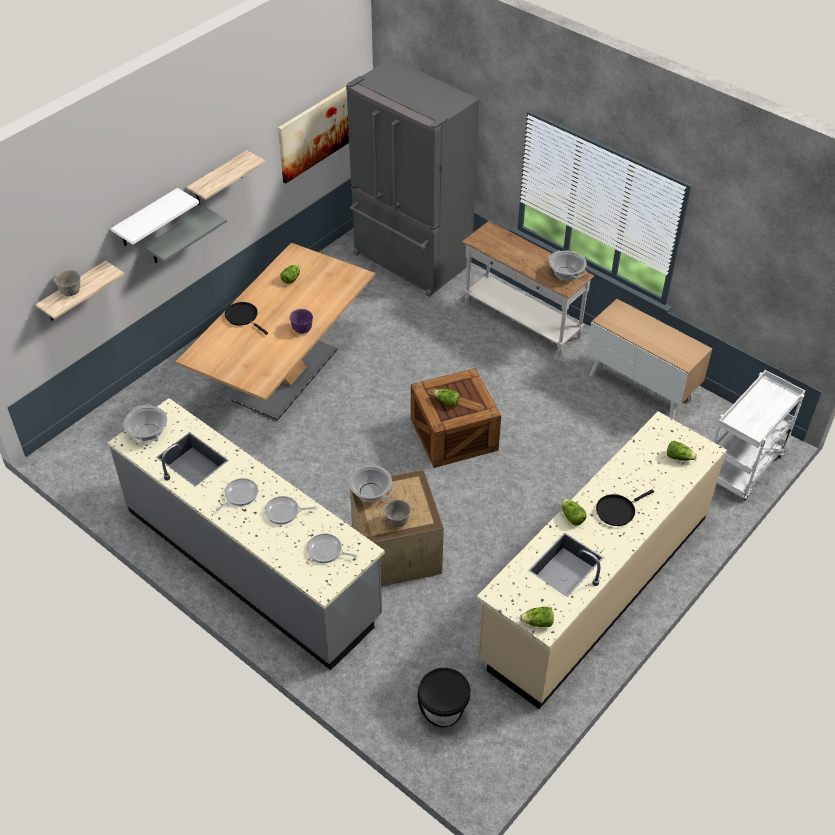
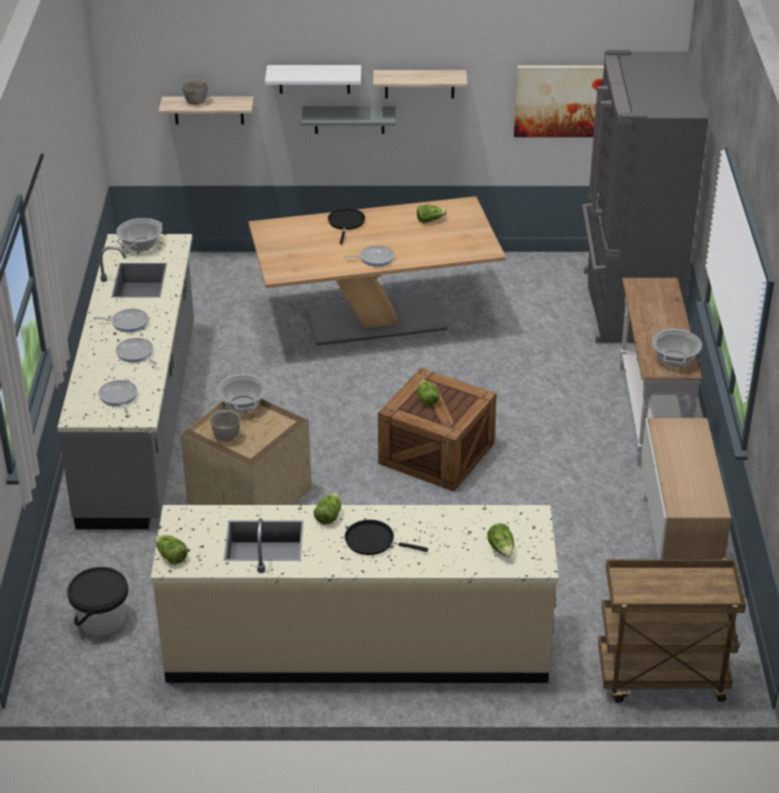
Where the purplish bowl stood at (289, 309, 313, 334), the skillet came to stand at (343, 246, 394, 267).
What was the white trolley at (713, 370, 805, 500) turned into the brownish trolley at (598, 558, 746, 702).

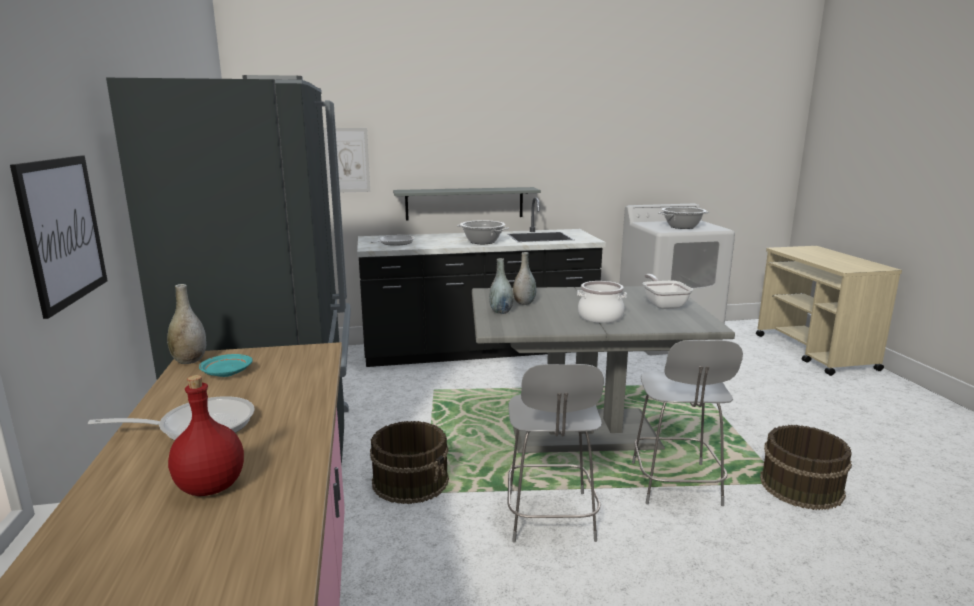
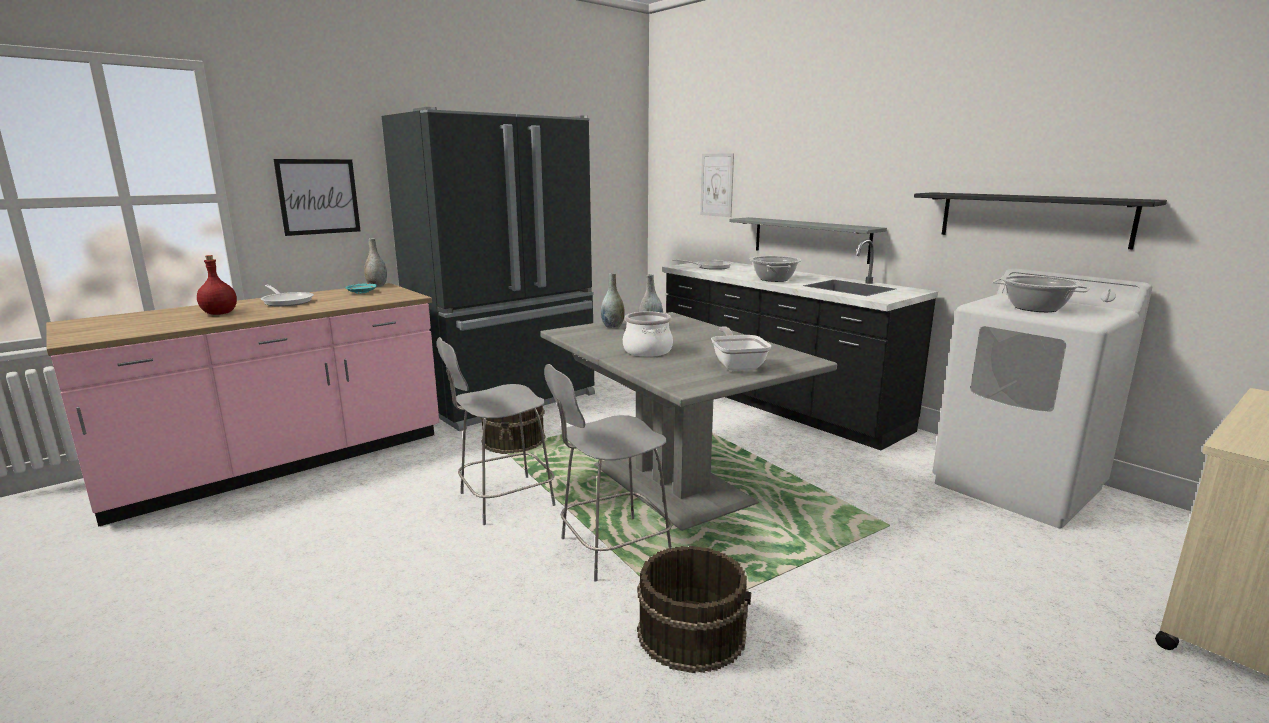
The skillet at (642, 274, 693, 309) ended up facing another way, 60 degrees counterclockwise from before.
The second view gained the black-coloured wall shelf at (914, 192, 1167, 250).

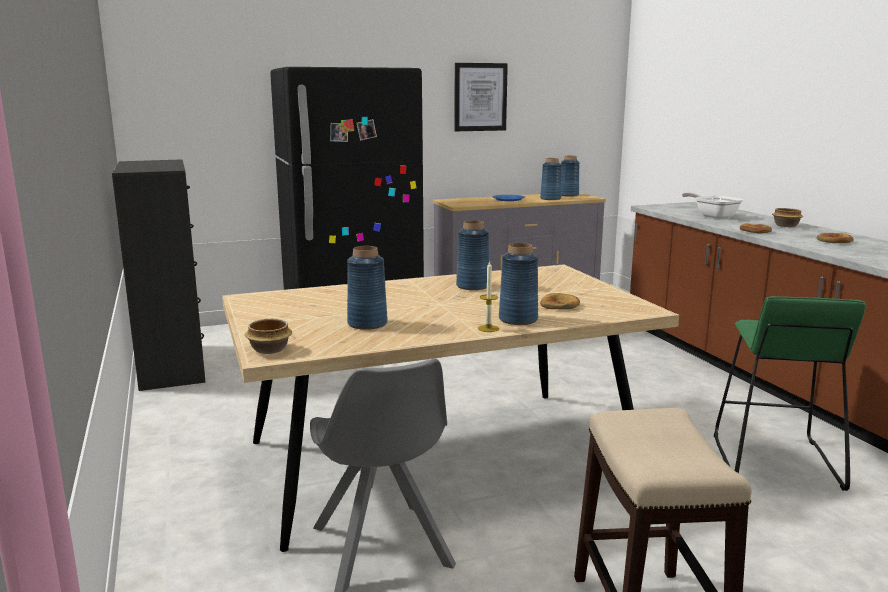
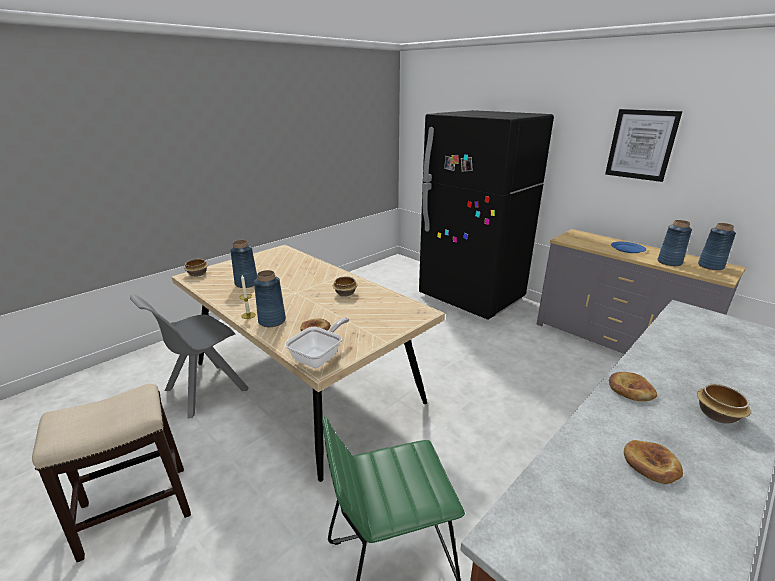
The second view lost the black-coloured drawer chest at (112, 159, 206, 391).
The skillet ended up elsewhere, having gone from (682, 192, 743, 219) to (285, 318, 349, 368).
Where the blue decorative vase stood at (456, 220, 489, 290), the bowl came to stand at (333, 276, 358, 297).

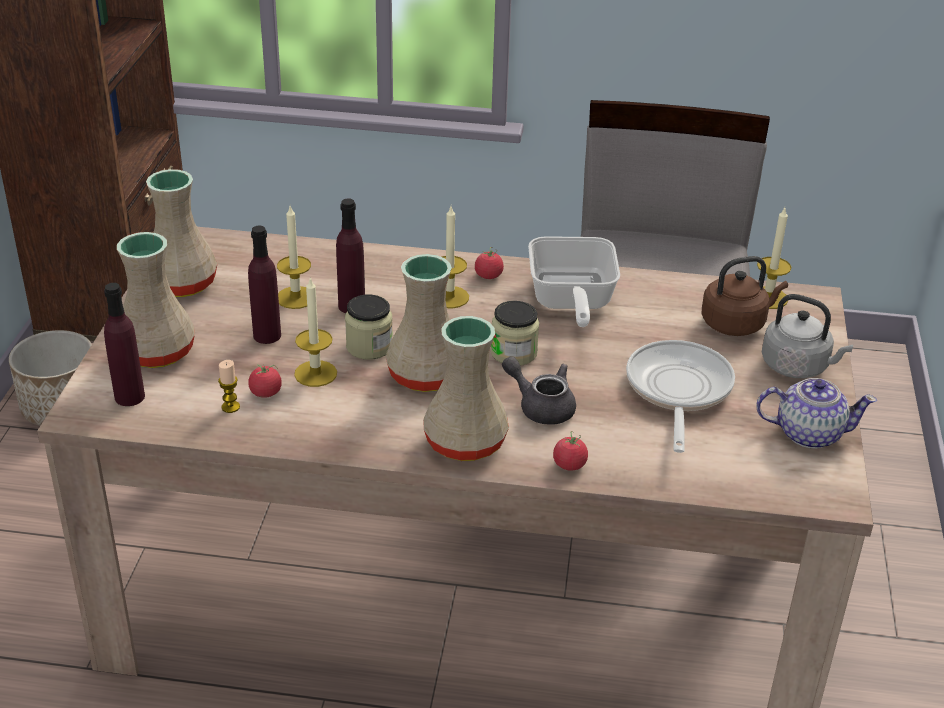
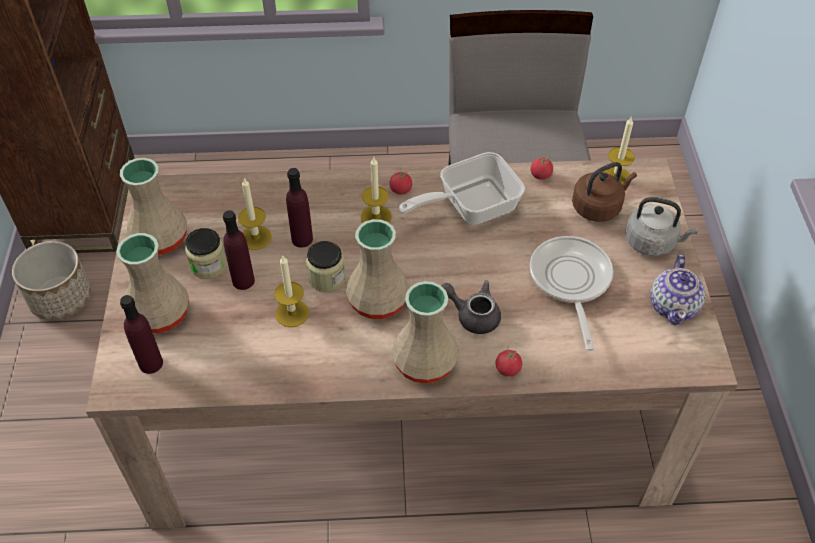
The skillet at (528, 236, 620, 327) ended up facing another way, 75 degrees clockwise from before.
The storage jar ended up elsewhere, having gone from (491, 301, 539, 366) to (185, 228, 227, 279).
The second view lost the wax light at (218, 360, 240, 413).
The whole tomato ended up elsewhere, having gone from (248, 364, 282, 398) to (531, 157, 553, 180).
The tea pot at (756, 378, 877, 448) ended up facing another way, 105 degrees clockwise from before.

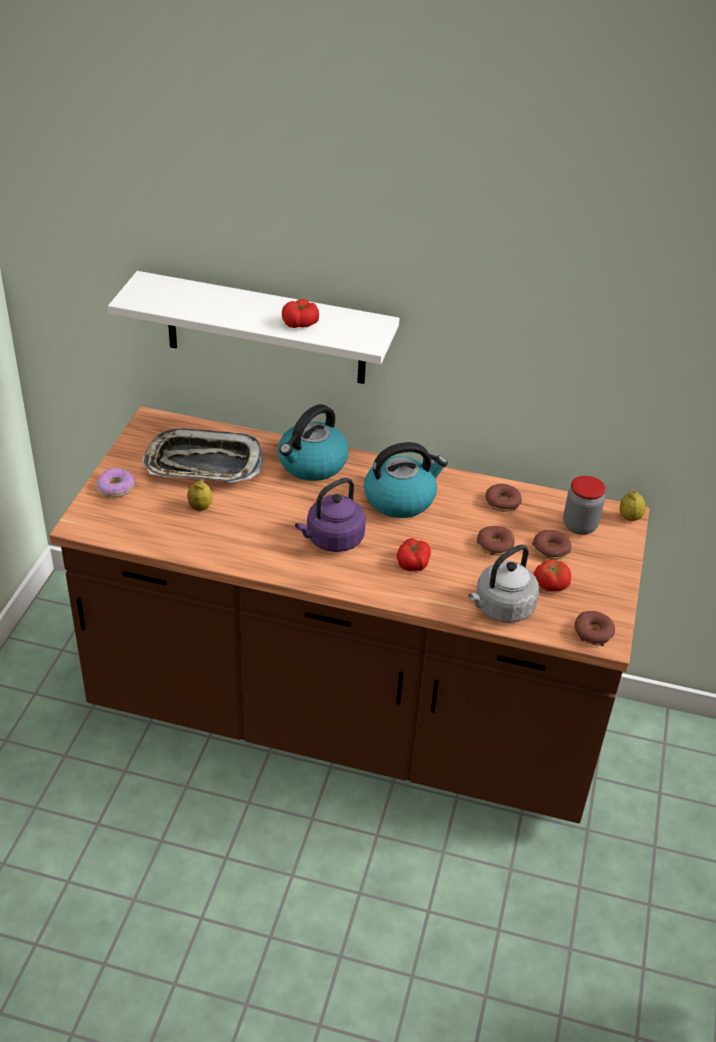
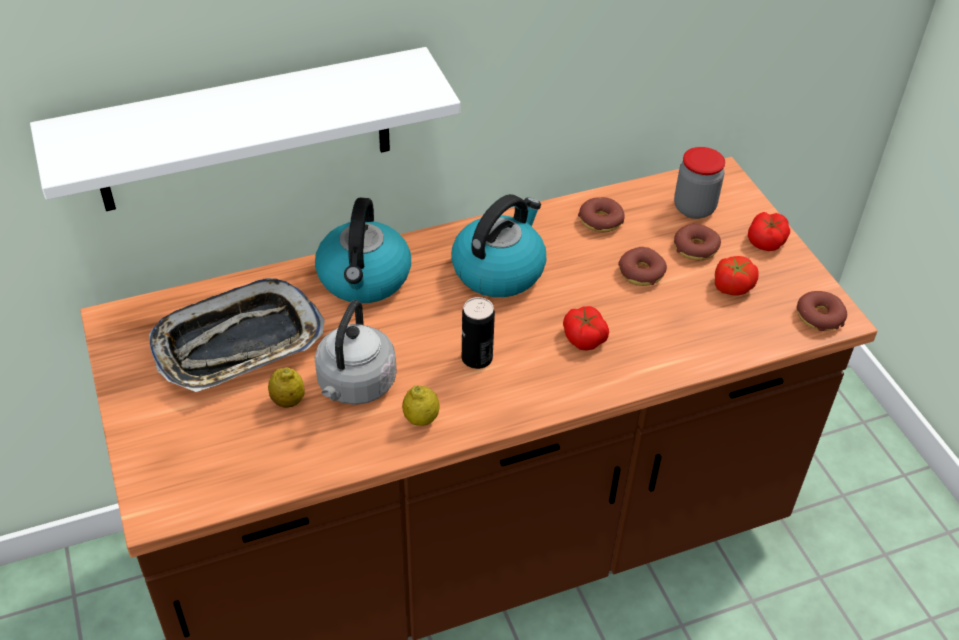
The whole tomato ended up elsewhere, having gone from (282, 299, 319, 328) to (748, 212, 790, 251).
The second view lost the donut at (97, 468, 135, 498).
Where the purplish tea kettle stood at (295, 478, 366, 552), the can came to stand at (462, 297, 495, 369).
The whole lemon ended up elsewhere, having gone from (620, 490, 646, 521) to (402, 385, 439, 426).
The gray tea kettle ended up elsewhere, having gone from (468, 545, 539, 623) to (315, 300, 397, 405).

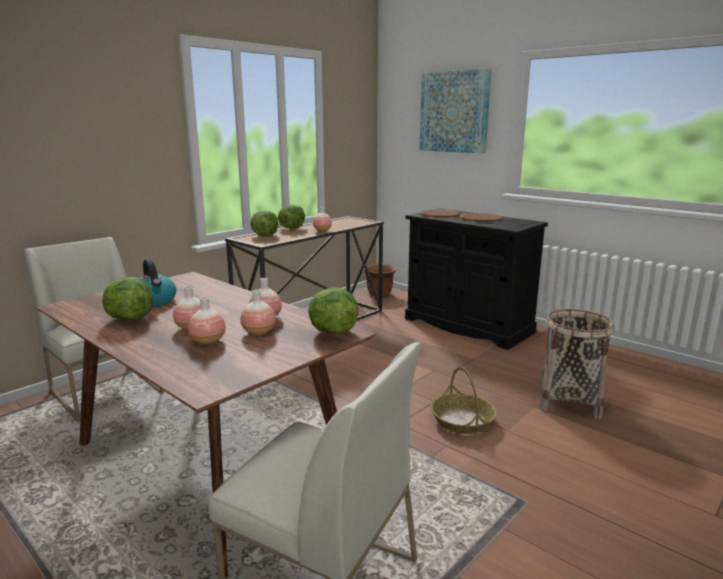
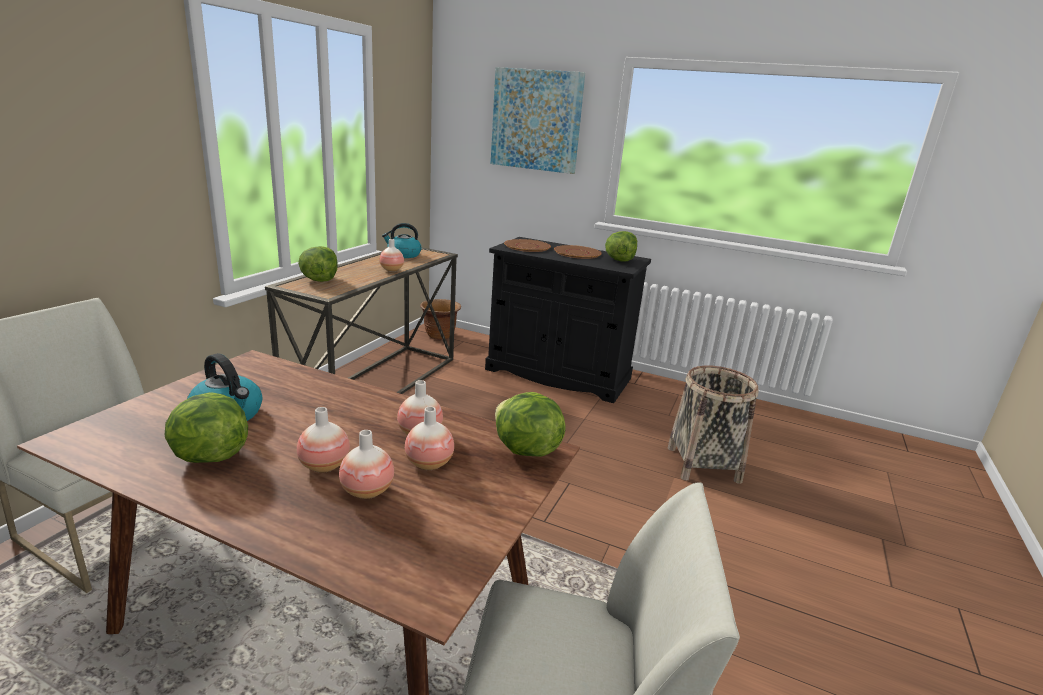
The head of lettuce ended up elsewhere, having gone from (278, 204, 305, 229) to (605, 231, 637, 261).
The second view lost the household basket at (430, 367, 497, 434).
The second view gained the tea kettle at (382, 223, 422, 258).

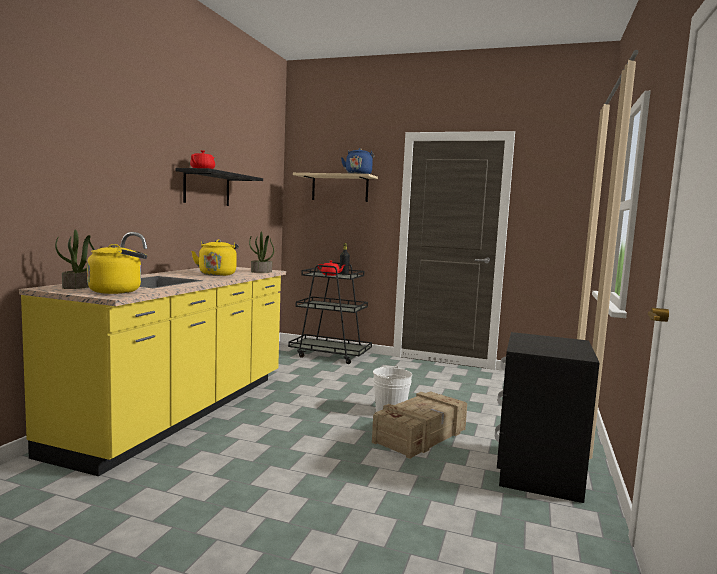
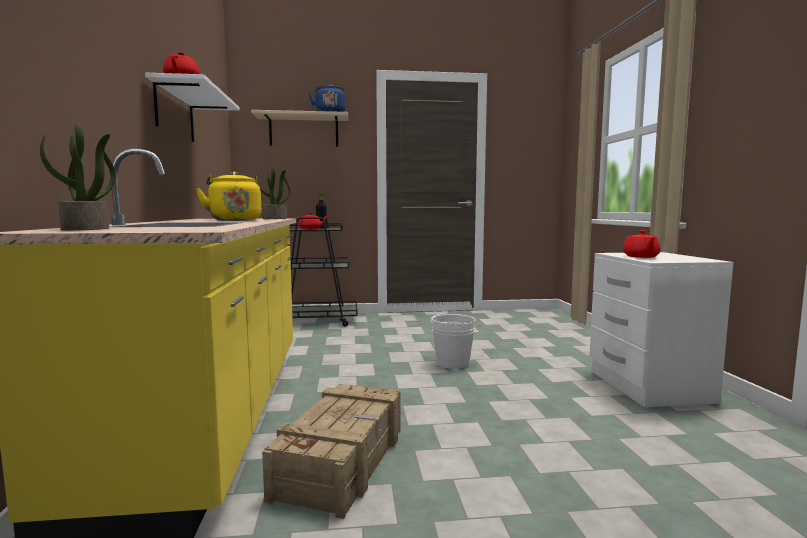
What was the black-coloured wall shelf at (175, 168, 263, 206) turned into the white wall shelf at (145, 73, 240, 142).
The second view lost the yellow-coloured tea kettle at (87, 244, 147, 294).
What was the black-coloured night table at (495, 332, 599, 503) turned into the white night table at (589, 252, 733, 407).
The packing crate ended up elsewhere, having gone from (372, 391, 467, 459) to (262, 384, 400, 519).
The second view gained the red-coloured tea pot at (623, 230, 661, 258).

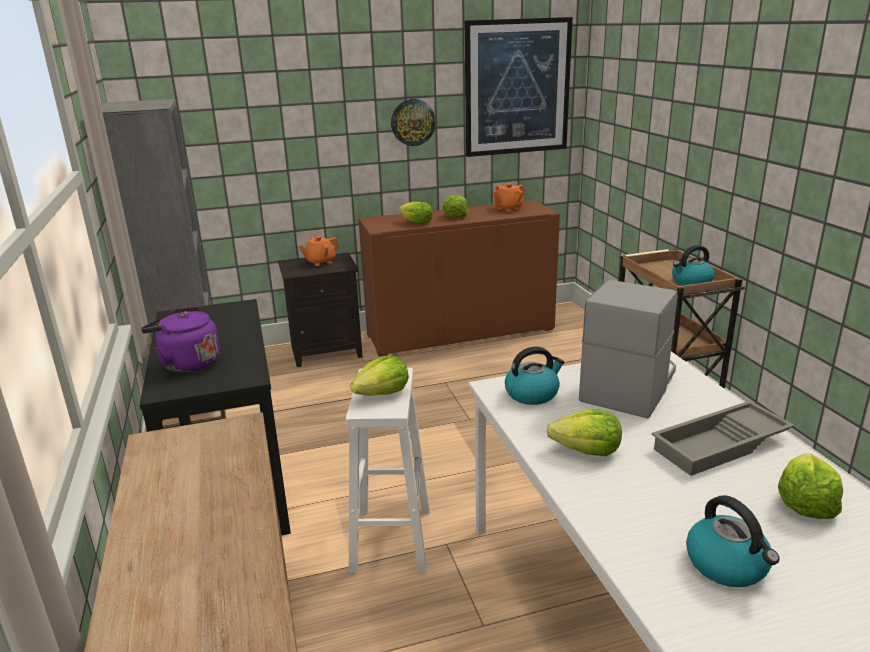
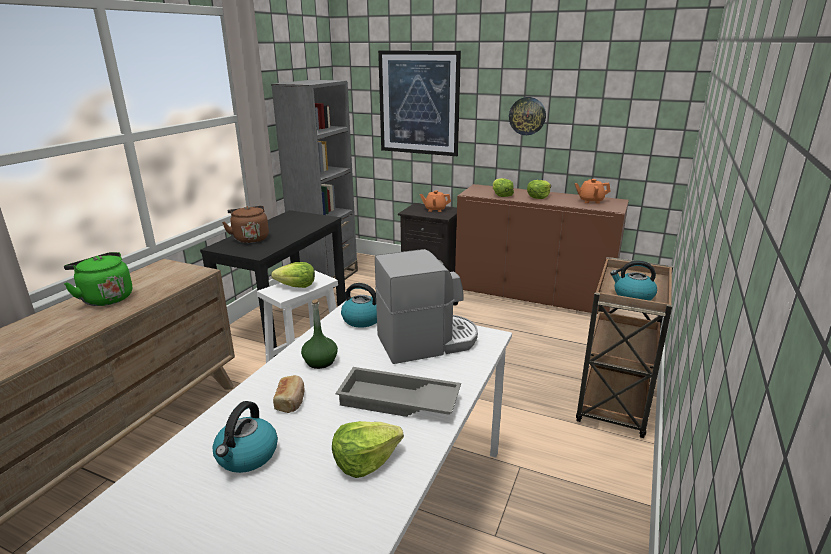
The wall art ended up elsewhere, having gone from (465, 17, 573, 157) to (378, 51, 461, 156).
What was the purplish tea kettle at (141, 306, 220, 373) turned into the brownish tea kettle at (222, 206, 269, 243).
Where the head of lettuce stood at (547, 410, 622, 456), the green beverage bottle came to stand at (301, 299, 338, 369).
The second view gained the green tea kettle at (64, 252, 132, 306).
The second view gained the baked bread at (273, 375, 305, 413).

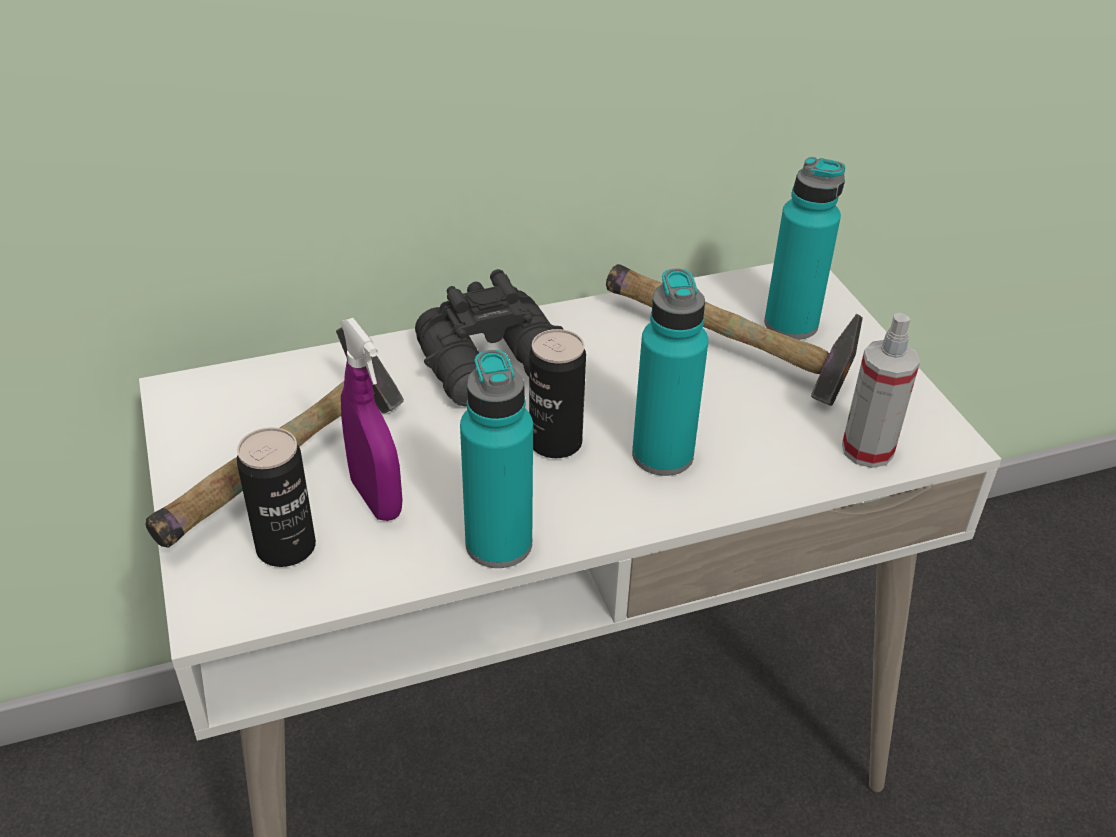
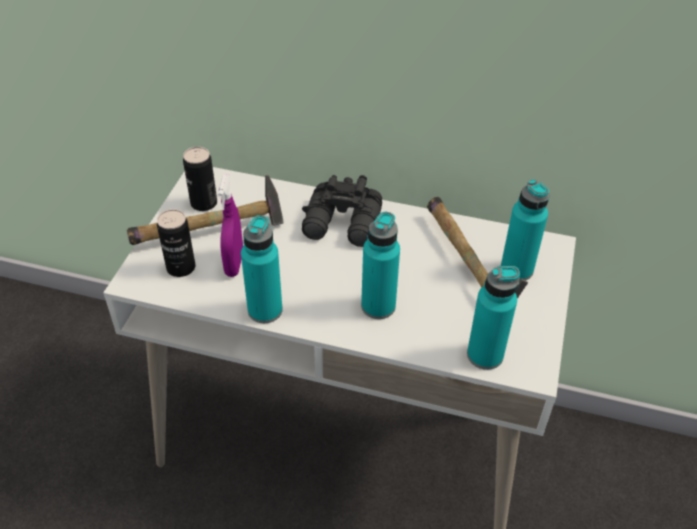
Where the spray bottle stood at (842, 313, 920, 468), the blue-green beverage bottle came to stand at (467, 266, 520, 370).
The can ended up elsewhere, having gone from (529, 329, 586, 458) to (183, 147, 217, 211).

